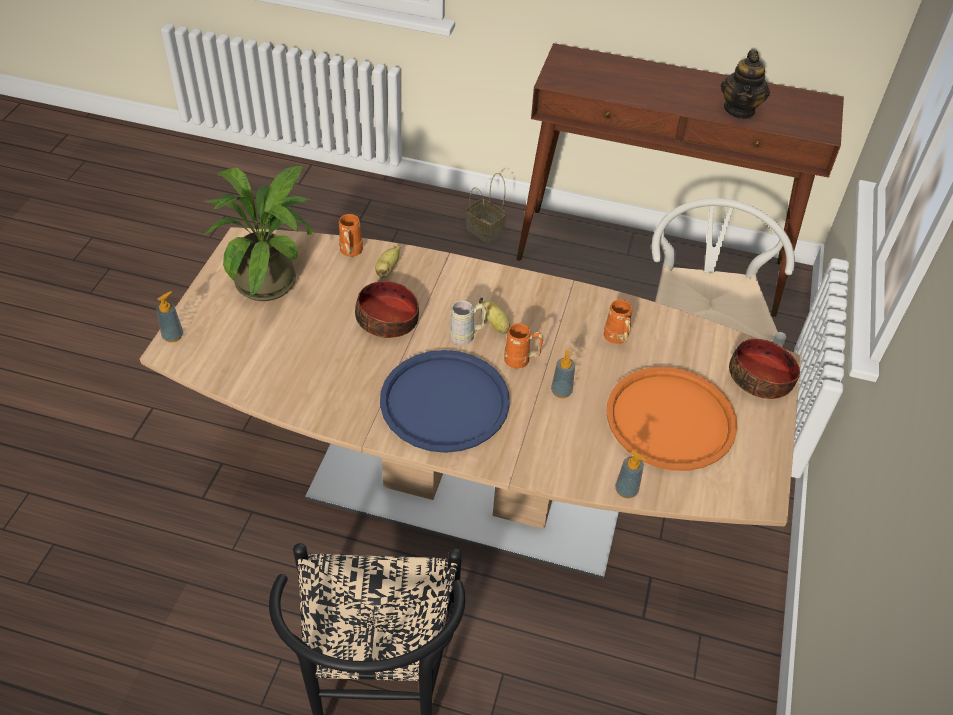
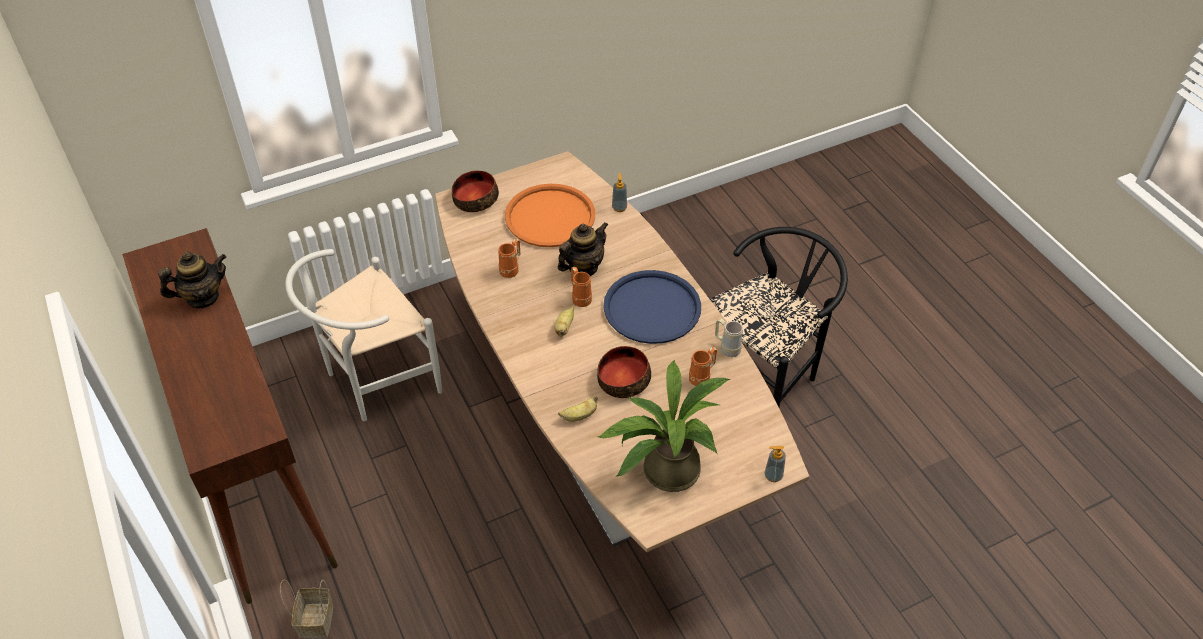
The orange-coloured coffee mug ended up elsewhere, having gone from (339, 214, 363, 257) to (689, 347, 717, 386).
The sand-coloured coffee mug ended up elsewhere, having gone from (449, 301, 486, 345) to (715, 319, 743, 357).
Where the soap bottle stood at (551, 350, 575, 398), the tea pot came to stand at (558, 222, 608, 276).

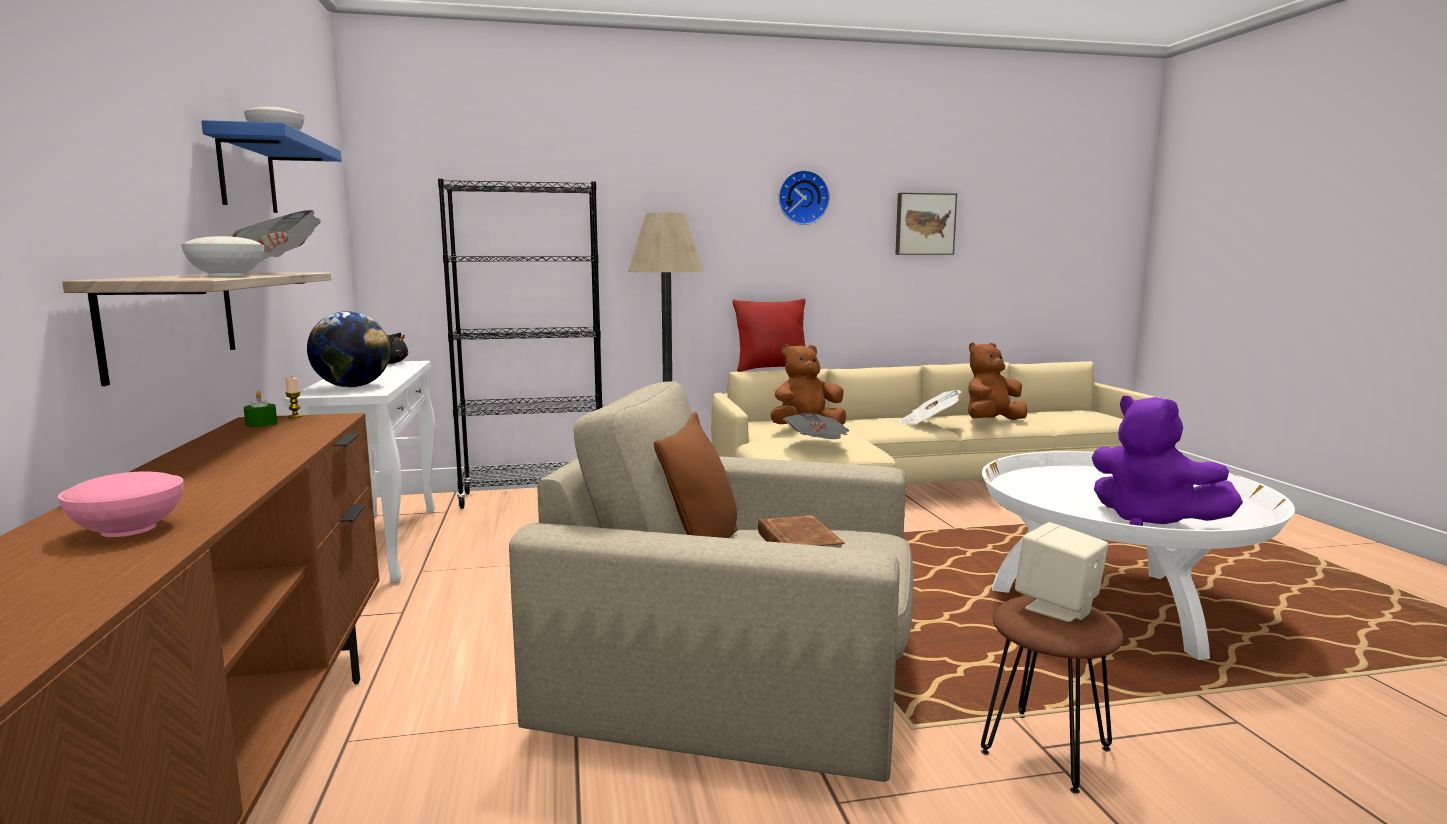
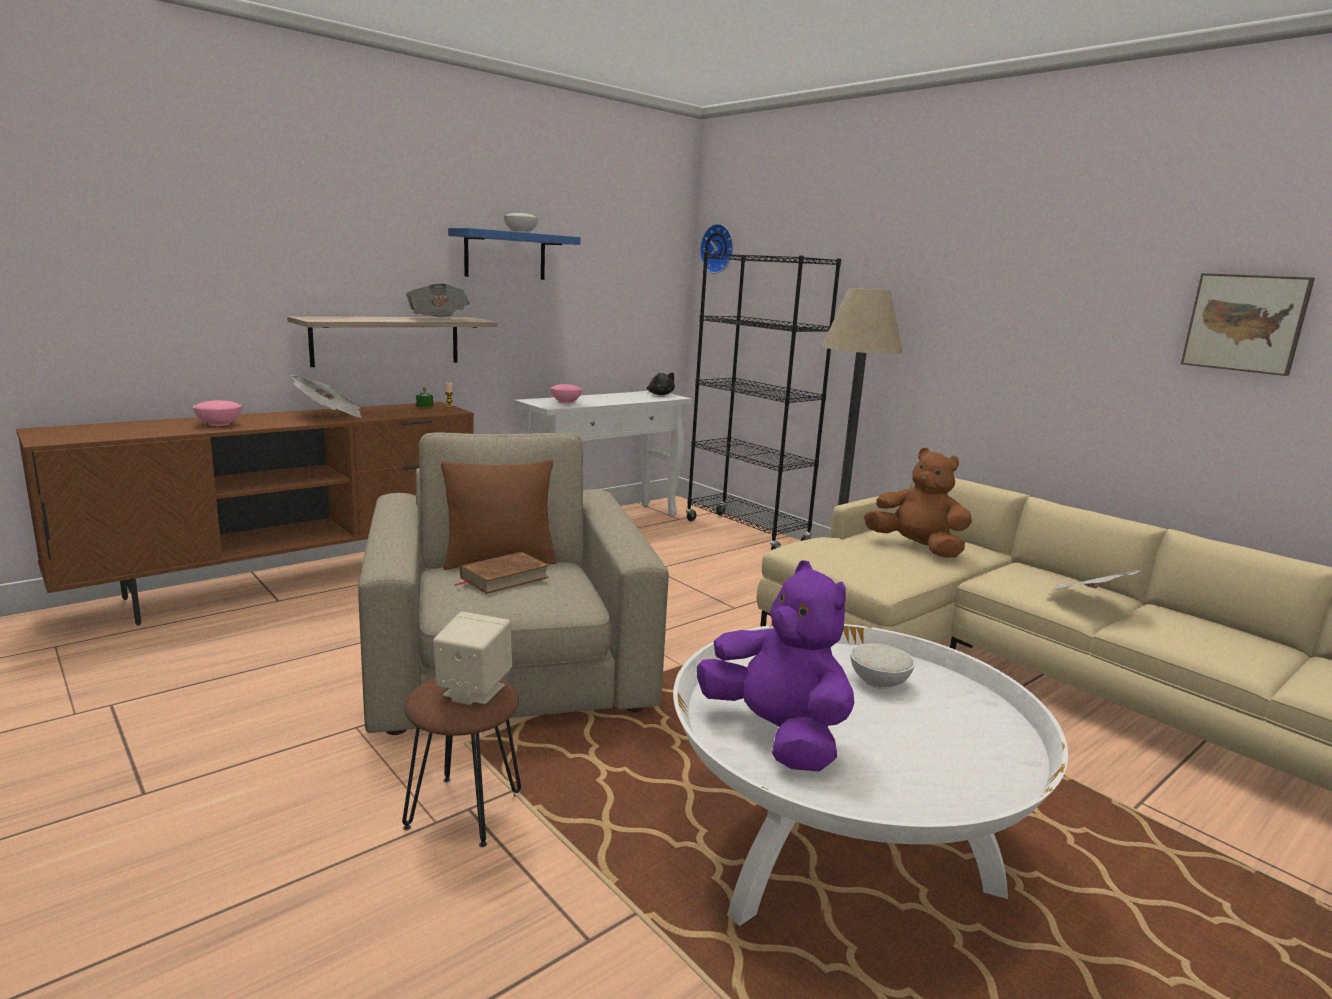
The clock on the wall ended up elsewhere, having gone from (778, 170, 830, 225) to (700, 224, 733, 274).
The white bowl ended up elsewhere, having gone from (181, 236, 264, 276) to (850, 644, 915, 689).
The second view lost the red-coloured cushion at (733, 299, 806, 372).
Where the world globe stood at (307, 311, 390, 387), the pink-coloured bowl came to stand at (550, 384, 582, 403).
The second view lost the brownish soft toy at (968, 342, 1028, 420).
The purplish soft toy at (1092, 396, 1243, 526) ended up facing another way, 120 degrees clockwise from before.
The printed paper ended up elsewhere, having gone from (783, 413, 849, 439) to (290, 375, 362, 418).

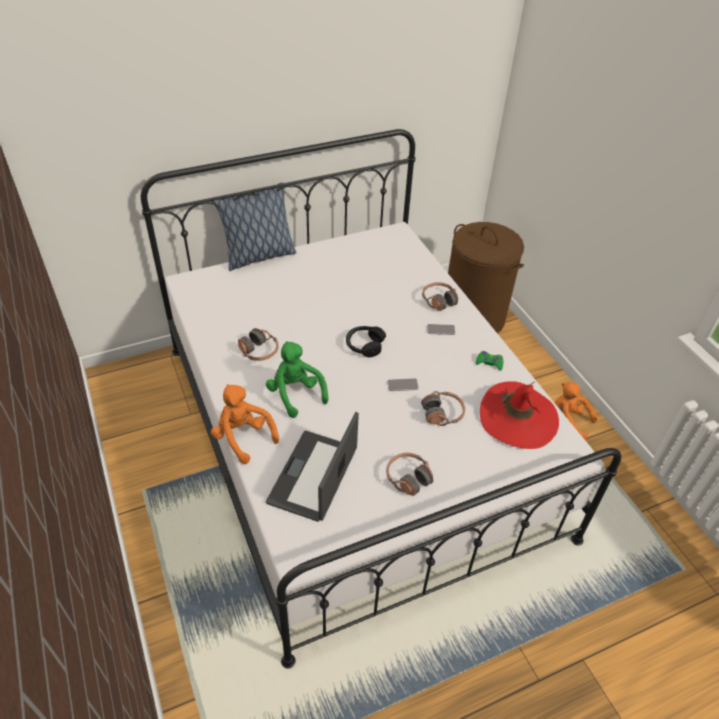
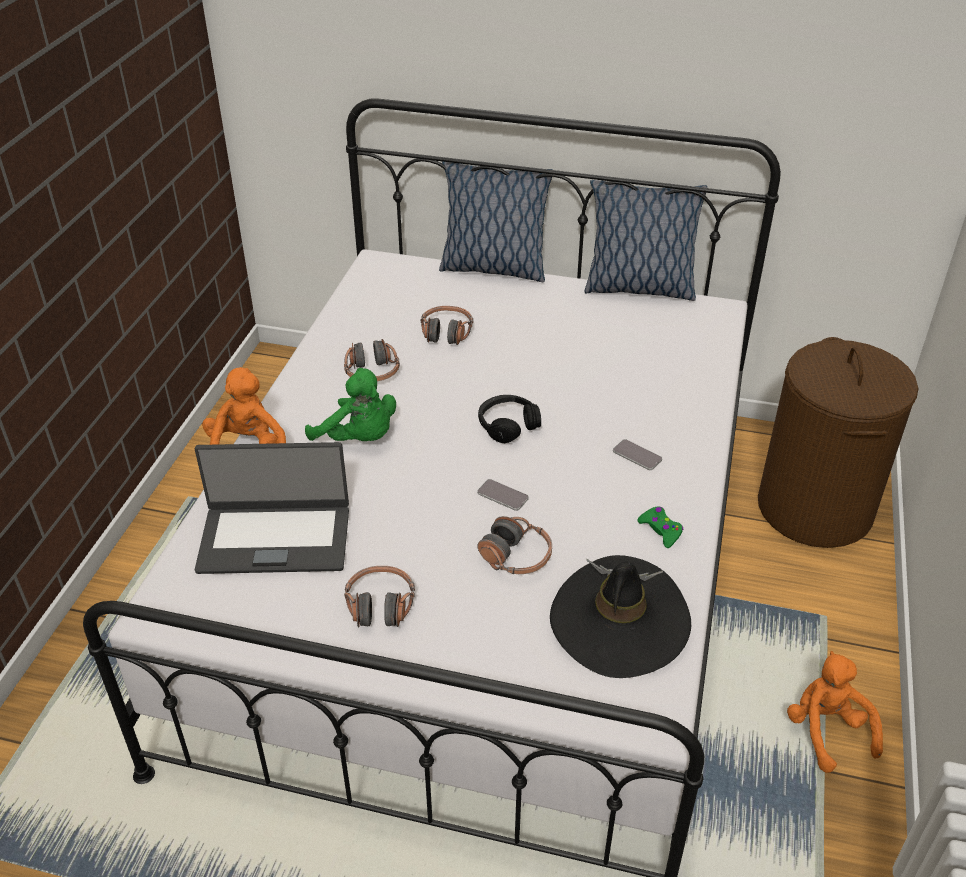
The headphones ended up elsewhere, having gone from (422, 282, 458, 311) to (421, 306, 473, 345).
The green soft toy at (266, 341, 328, 418) ended up facing another way, 120 degrees clockwise from before.
What was the red-coloured wearable hat at (480, 381, 559, 449) turned into the black-coloured wearable hat at (550, 555, 691, 678).
The notebook computer at (266, 412, 359, 522) ended up facing another way, 150 degrees counterclockwise from before.
The second view gained the cushion at (584, 180, 707, 301).

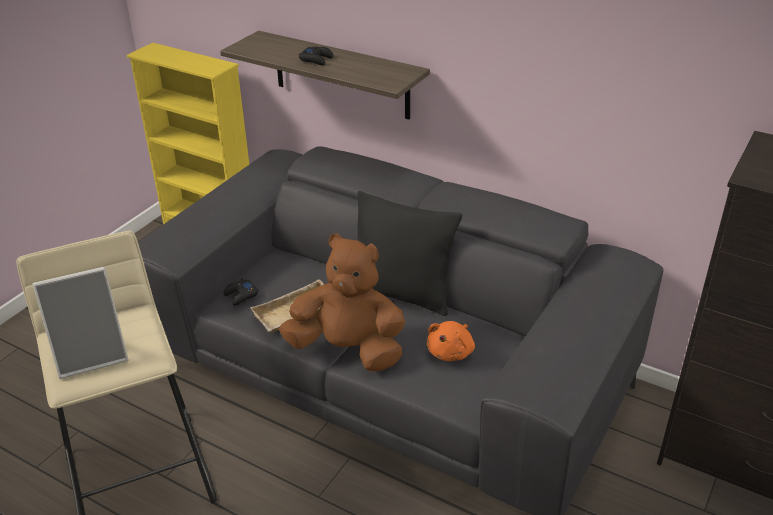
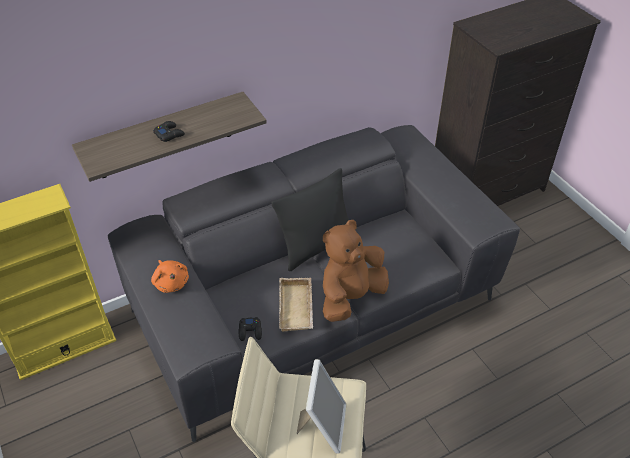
The orange-coloured soft toy ended up elsewhere, having gone from (427, 321, 475, 361) to (151, 260, 189, 293).

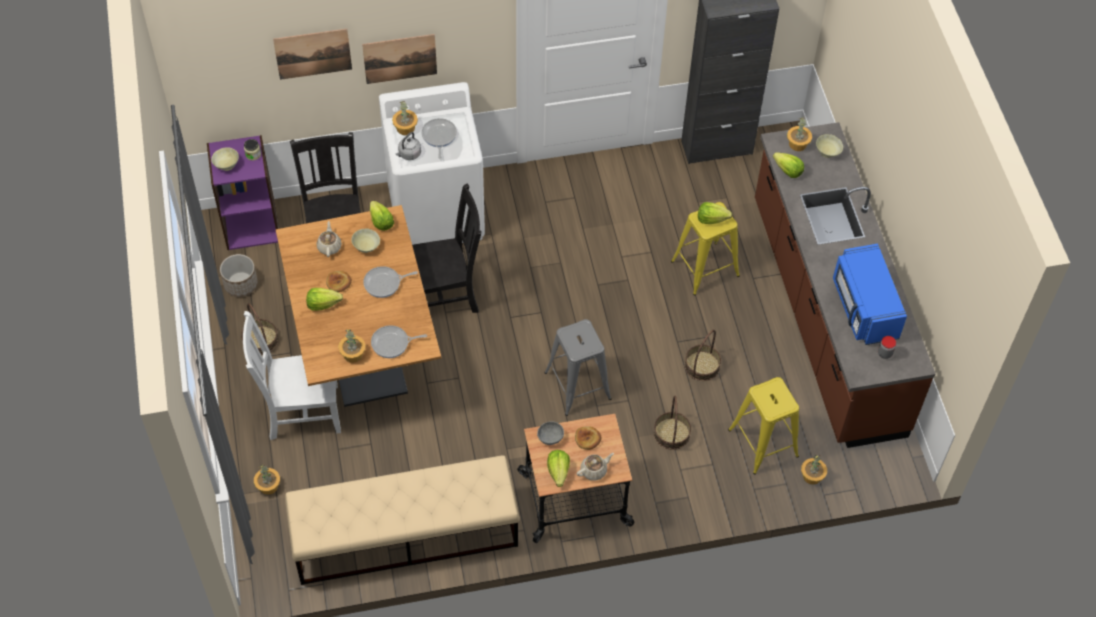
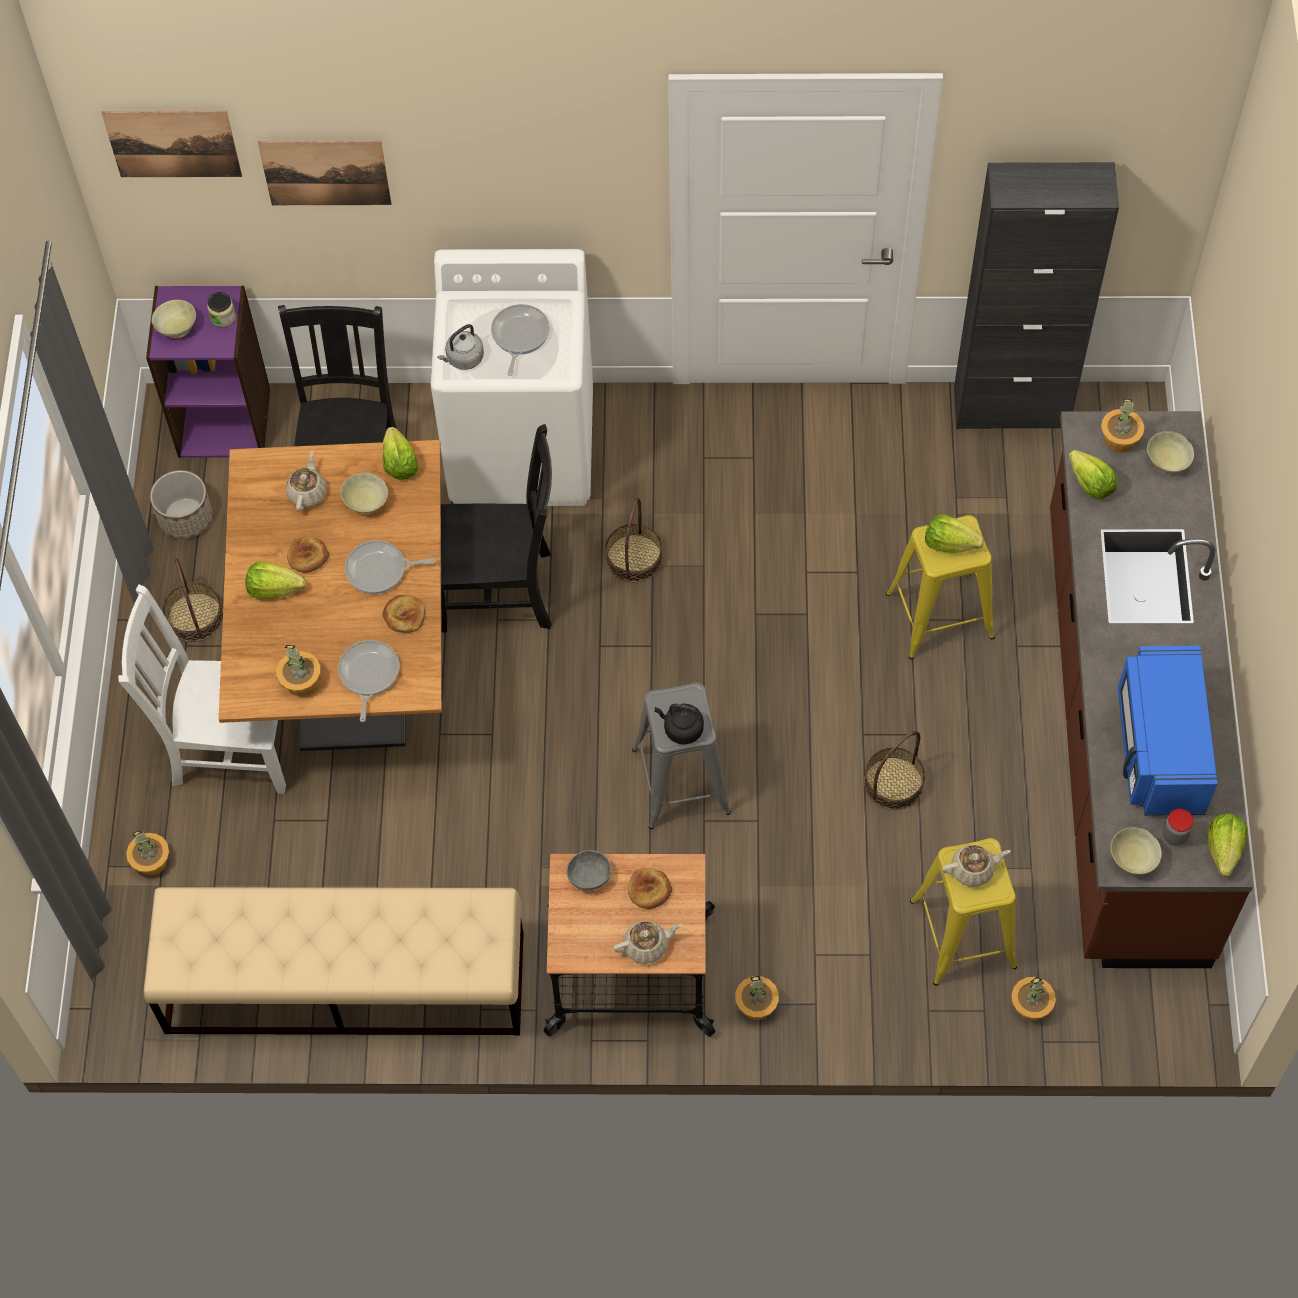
The wall art ended up elsewhere, having gone from (362, 34, 437, 84) to (101, 111, 242, 177).
The plant in a pot ended up elsewhere, having gone from (392, 101, 418, 135) to (735, 976, 779, 1020).
The skillet at (371, 325, 427, 358) ended up facing another way, 90 degrees clockwise from before.
The household basket ended up elsewhere, having gone from (654, 396, 691, 450) to (605, 498, 663, 582).
The head of lettuce ended up elsewhere, having gone from (547, 450, 570, 487) to (1208, 813, 1247, 877).
The second view gained the baked bread at (382, 595, 425, 633).
The second view gained the black-coloured tea kettle at (655, 704, 704, 744).
The second view gained the sand-coloured bowl at (1110, 827, 1162, 874).
The second view gained the sand-coloured tea pot at (942, 844, 1011, 887).

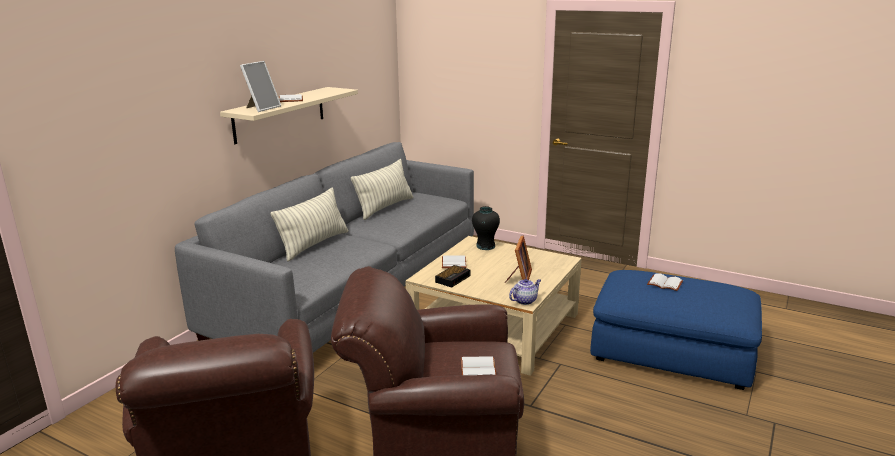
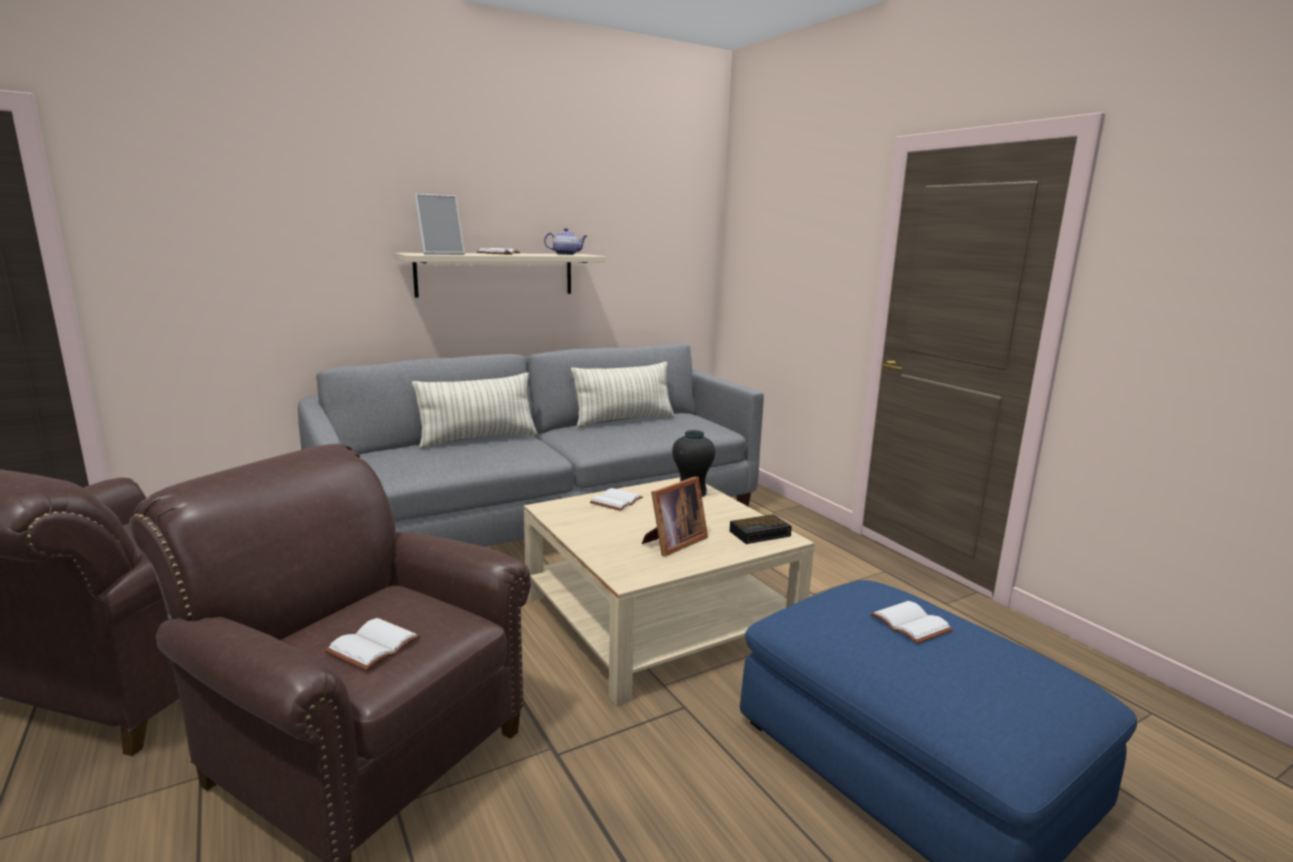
The table clock ended up elsewhere, having gone from (435, 265, 471, 288) to (730, 514, 792, 544).
The tea pot ended up elsewhere, having gone from (509, 279, 541, 305) to (544, 228, 587, 255).

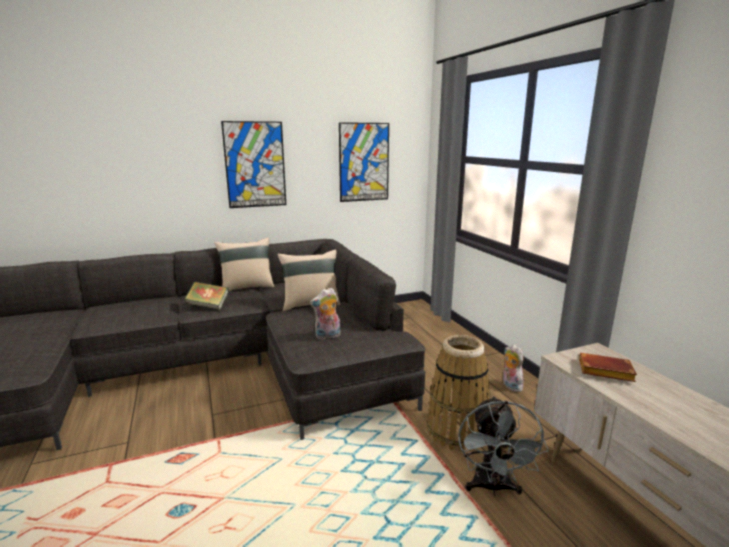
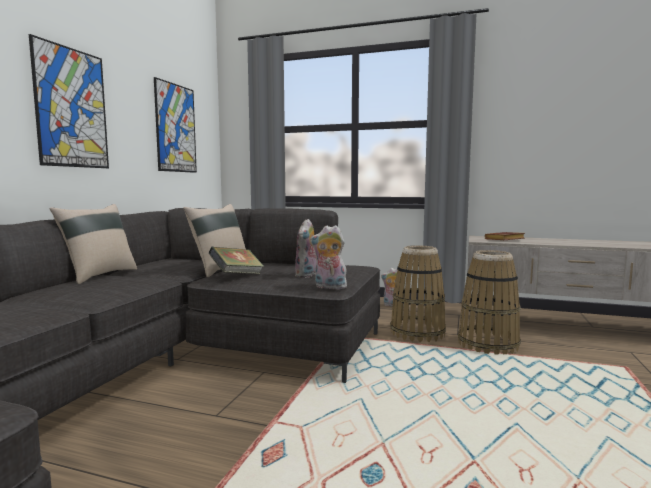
The bound book ended up elsewhere, having gone from (184, 282, 229, 310) to (209, 247, 264, 274).
Where the gray fan stood at (458, 396, 549, 496), the household basket came to stand at (458, 250, 521, 355).
The second view gained the soft toy at (310, 225, 349, 289).

